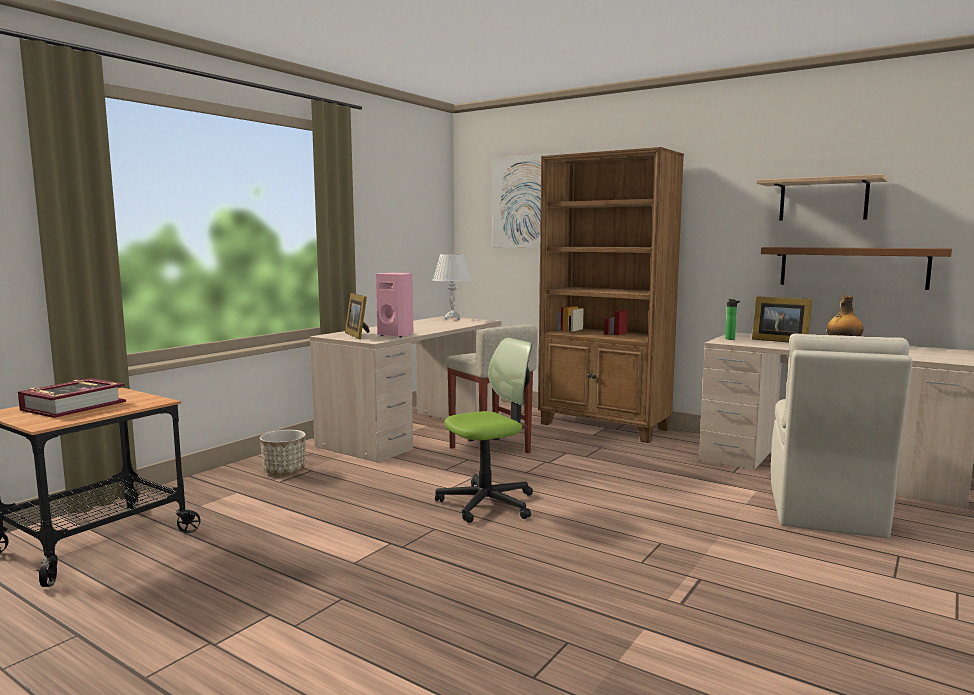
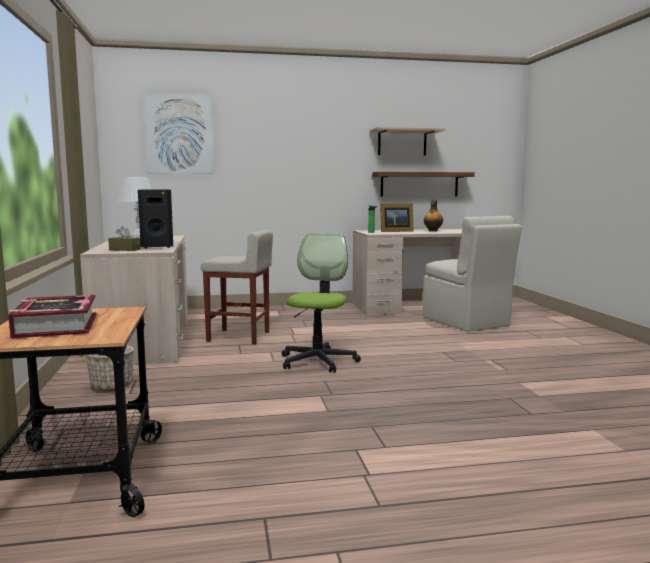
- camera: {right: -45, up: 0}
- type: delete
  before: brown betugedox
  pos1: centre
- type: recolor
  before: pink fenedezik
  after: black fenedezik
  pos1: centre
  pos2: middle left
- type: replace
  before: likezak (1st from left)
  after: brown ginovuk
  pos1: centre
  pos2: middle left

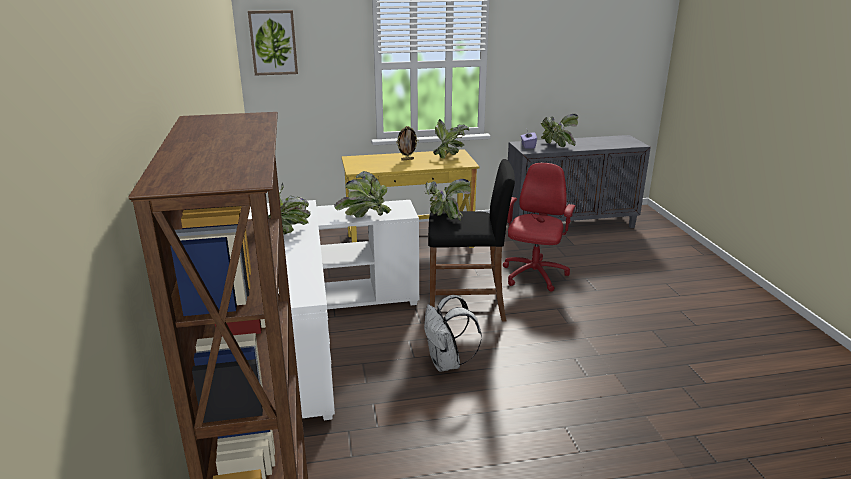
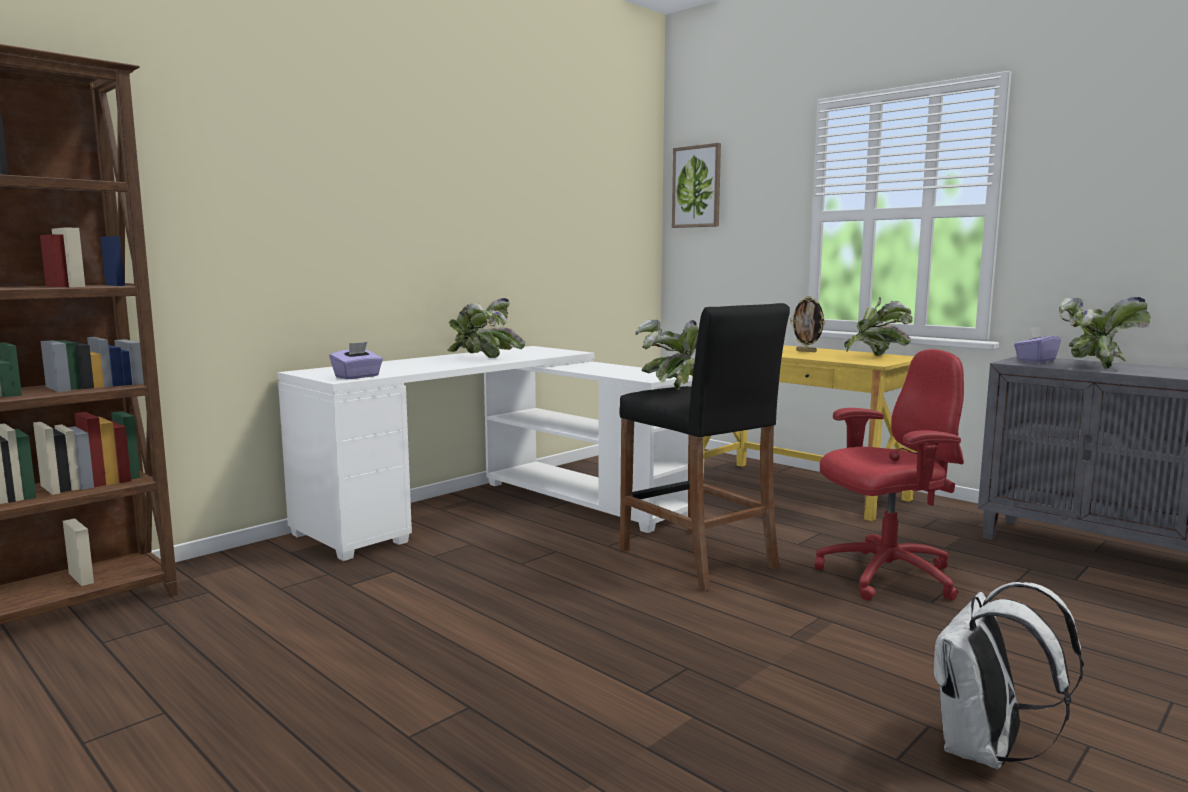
- camera: {right: 55, up: -15}
- type: delete
  before: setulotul (2nd from left)
  pos1: centre
- type: move
  before: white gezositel
  pos1: bottom centre
  pos2: bottom right
- type: insert
  after: purple ginovuk (1st from left)
  pos2: middle left

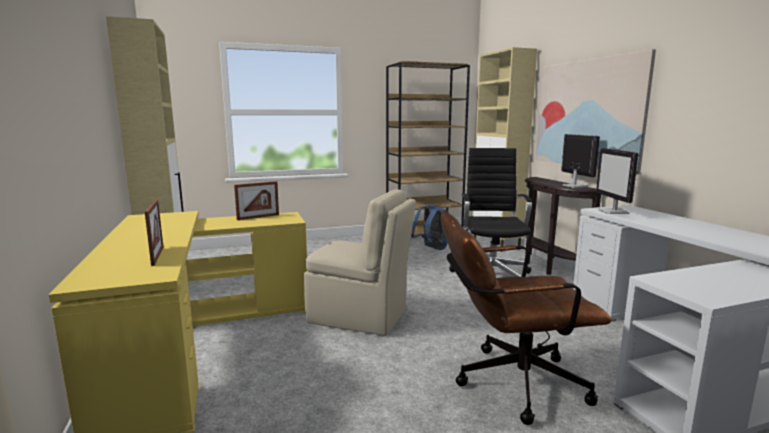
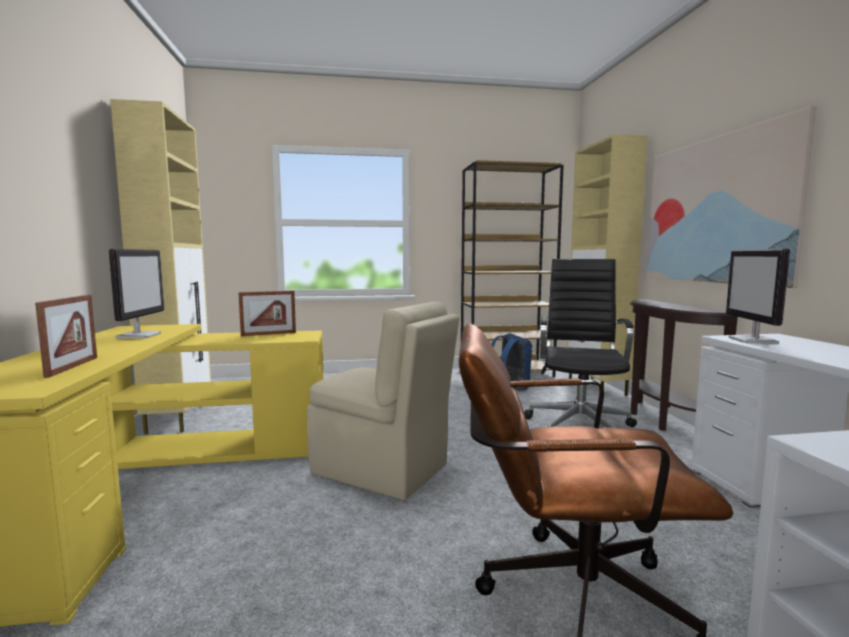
- camera: {right: 10, up: -5}
- type: move
  before: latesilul (1st from left)
  pos1: middle right
  pos2: middle left

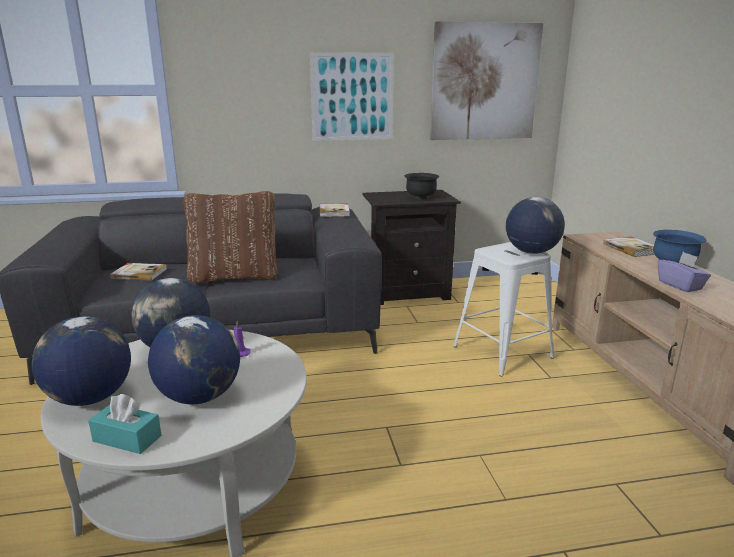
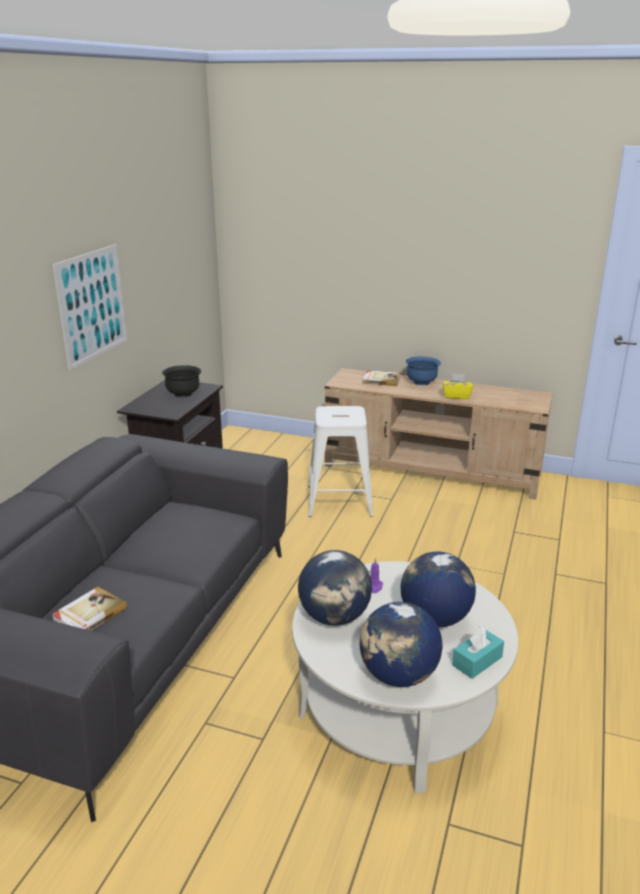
- camera: {right: -60, up: 5}
- type: delete
  before: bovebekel (2nd from left)
  pos1: top centre
- type: delete
  before: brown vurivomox
  pos1: middle left
- type: delete
  before: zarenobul (4th from left)
  pos1: middle right
- type: delete
  before: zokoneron (2nd from left)
  pos1: centre
- type: recolor
  before: purple ginovuk
  after: yellow ginovuk
  pos1: middle right
  pos2: middle right

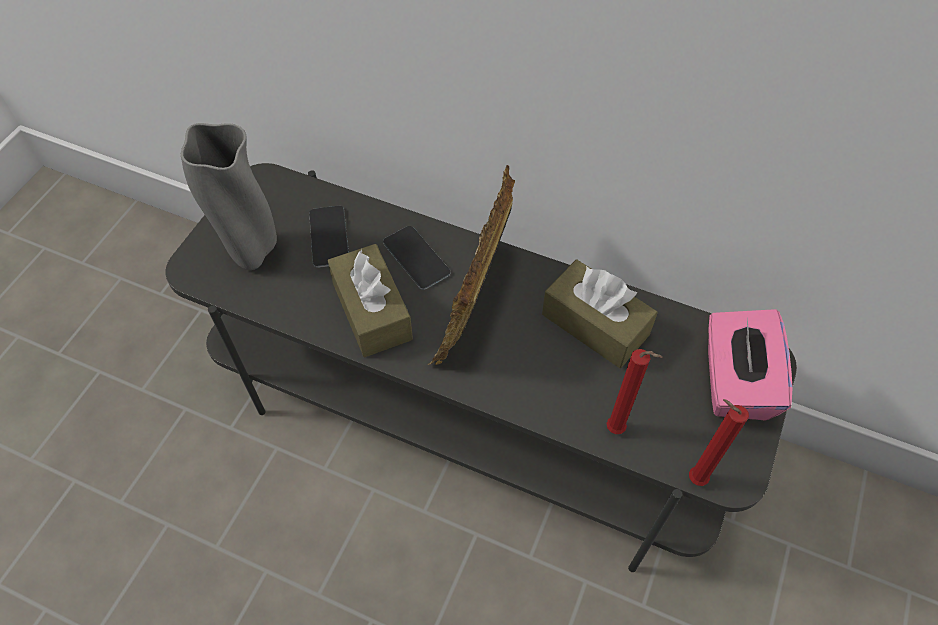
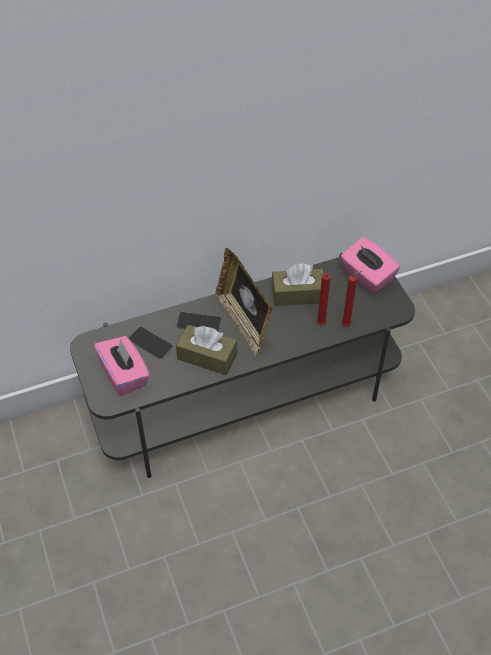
- camera: {right: -45, up: -5}
- type: replace
  before: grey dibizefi
  after: pink ginovuk (1st from left)
  pos1: top left
  pos2: middle left
- type: move
  before: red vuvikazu (2nd from left in the first image)
  after: red vuvikazu (1st from left)
  pos1: bottom right
  pos2: centre

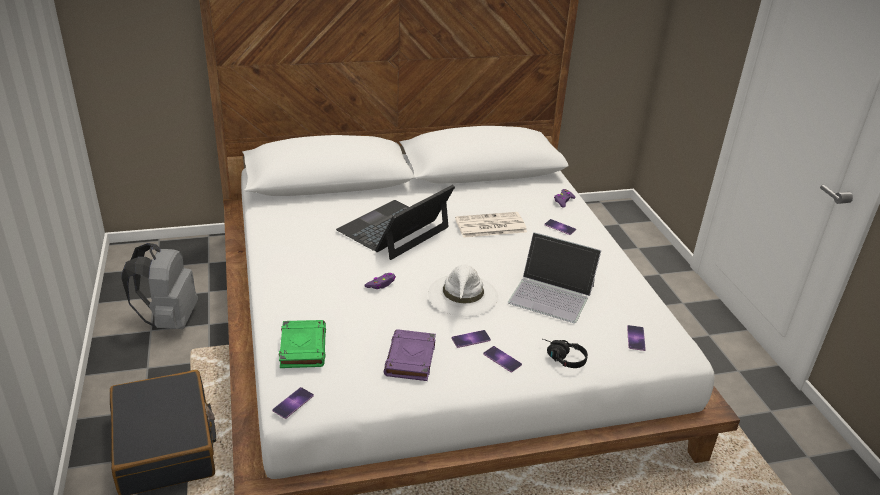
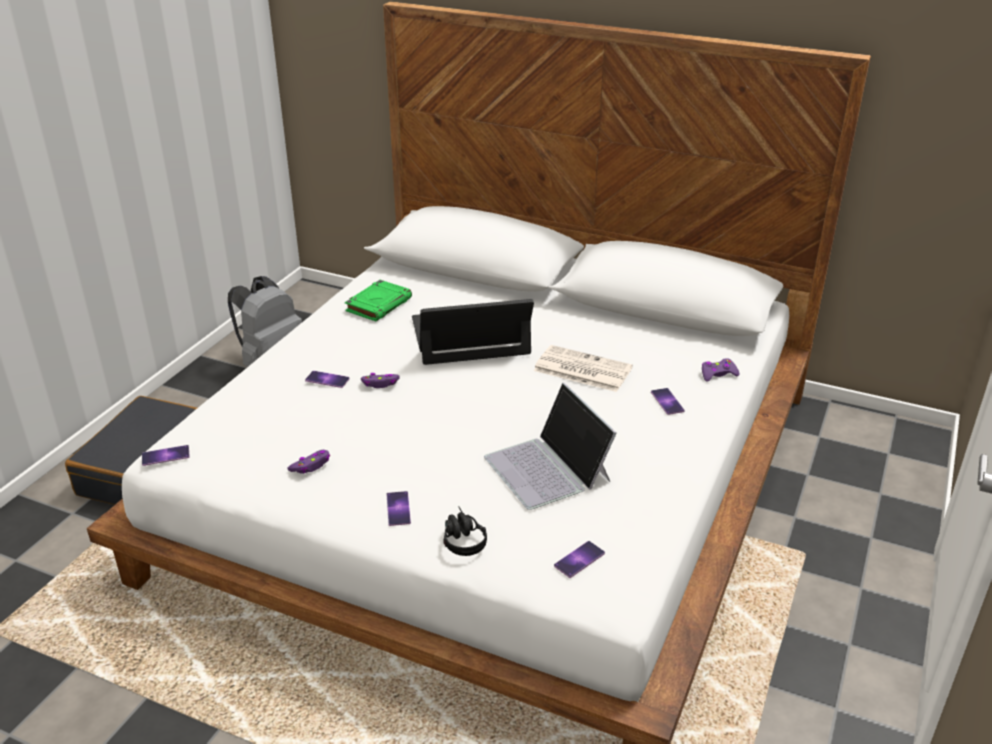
- camera: {right: 40, up: 0}
- type: delete
  before: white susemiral
  pos1: centre
- type: move
  before: green zokoneron
  pos1: bottom centre
  pos2: centre
- type: replace
  before: purple zokoneron
  after: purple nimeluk (1st from left)
  pos1: bottom centre
  pos2: middle left
- type: move
  before: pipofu (2nd from left)
  pos1: bottom centre
  pos2: middle left

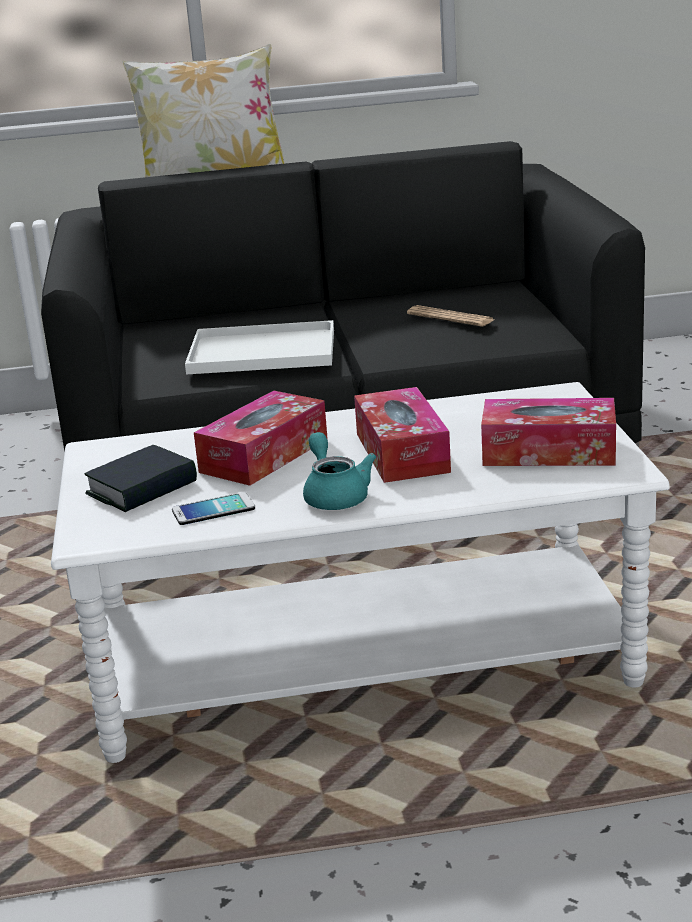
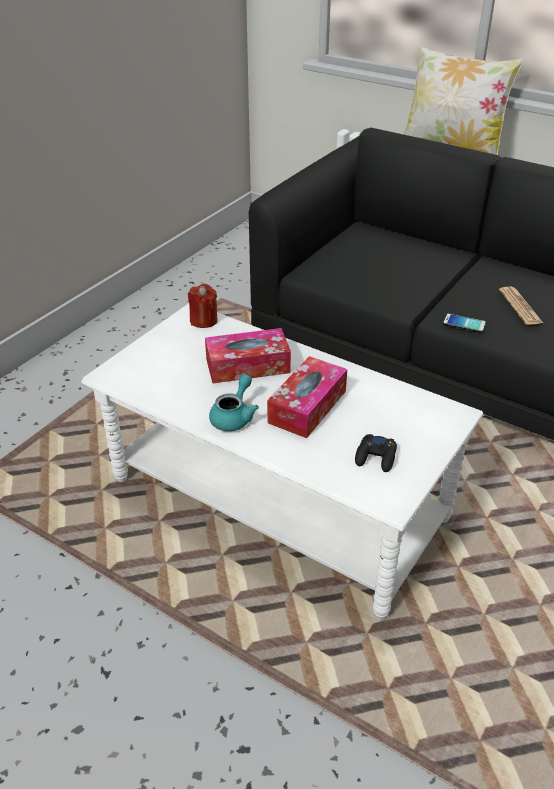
- camera: {right: 40, up: 15}
- type: delete
  before: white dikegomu
  pos1: centre
- type: replace
  before: ginovuk (3rd from left)
  after: black nimeluk
  pos1: middle right
  pos2: middle right
- type: delete
  before: zokoneron
  pos1: middle left
- type: move
  before: pipofu
  pos1: middle left
  pos2: middle right
- type: insert
  after: red vuvikazu
  pos2: centre

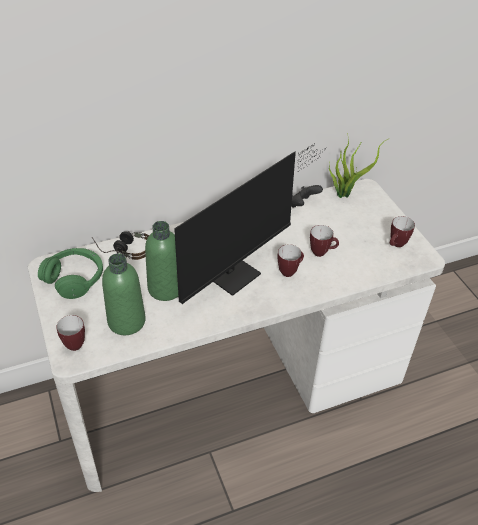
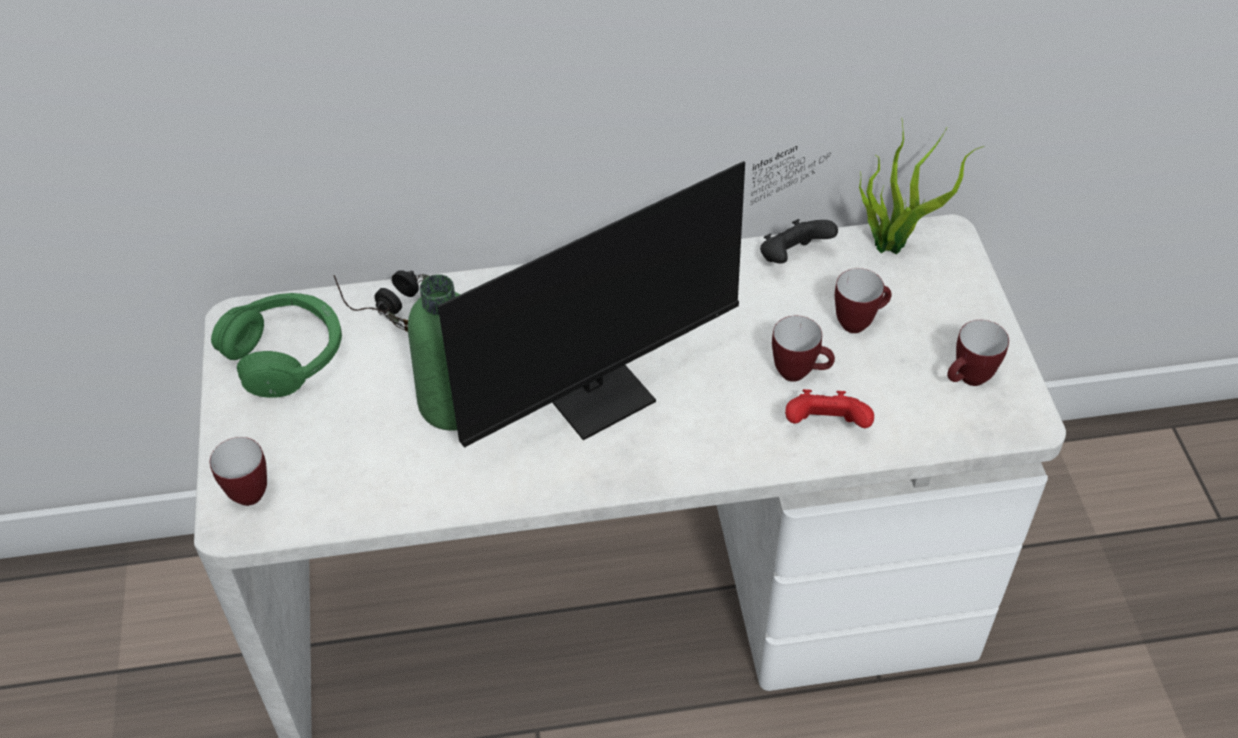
- camera: {right: 15, up: 5}
- type: move
  before: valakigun (2nd from left in the first image)
  after: valakigun (3rd from left)
  pos1: centre
  pos2: middle right
- type: delete
  before: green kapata (1st from left)
  pos1: middle left
- type: insert
  after: red nimeluk
  pos2: middle right

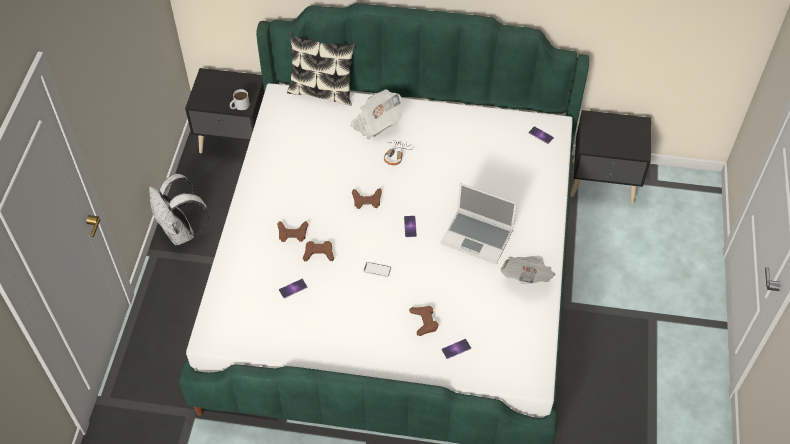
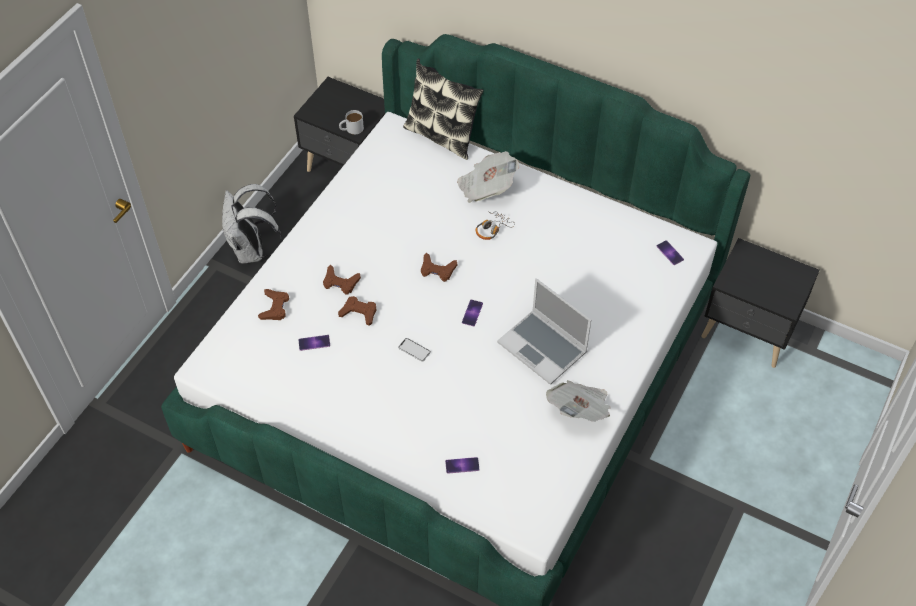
- camera: {right: 20, up: 0}
- type: move
  before: brown nimeluk (4th from left in the first image)
  after: brown nimeluk (1st from left)
  pos1: bottom centre
  pos2: middle left

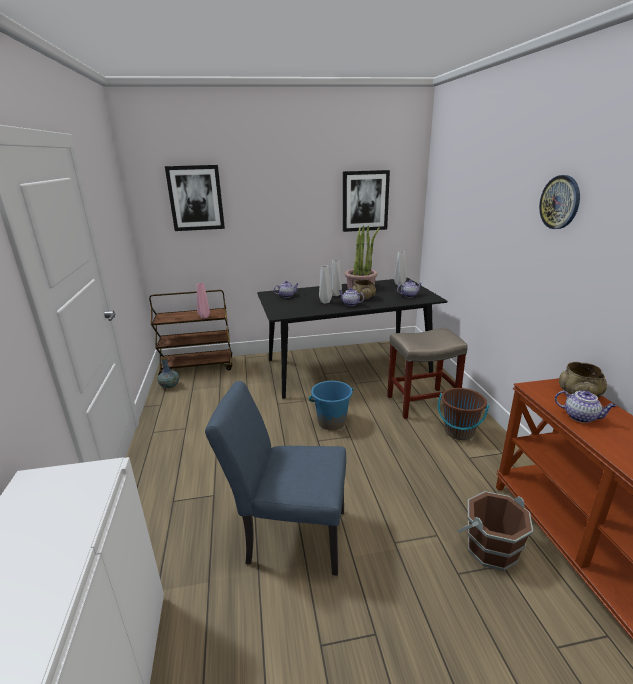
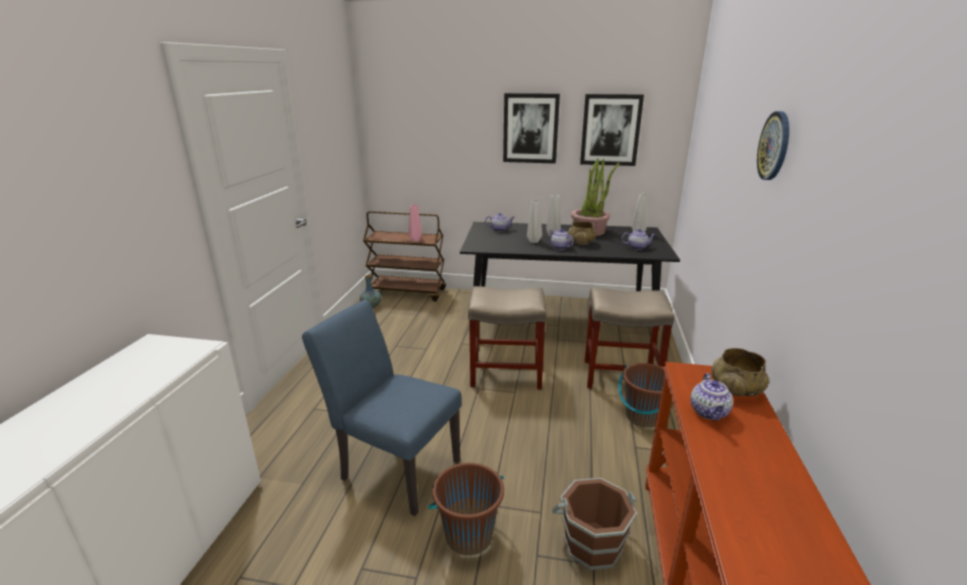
- camera: {right: 20, up: 0}
- type: move
  before: bovebekel (1st from left)
  pos1: top left
  pos2: top centre
- type: replace
  before: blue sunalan
  after: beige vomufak (1st from left)
  pos1: centre
  pos2: centre
- type: rotate
  before: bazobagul (4th from left)
  pos1: middle right
  pos2: bottom right
  turn: 45
- type: insert
  after: brown sunalan (1st from left)
  pos2: bottom centre

